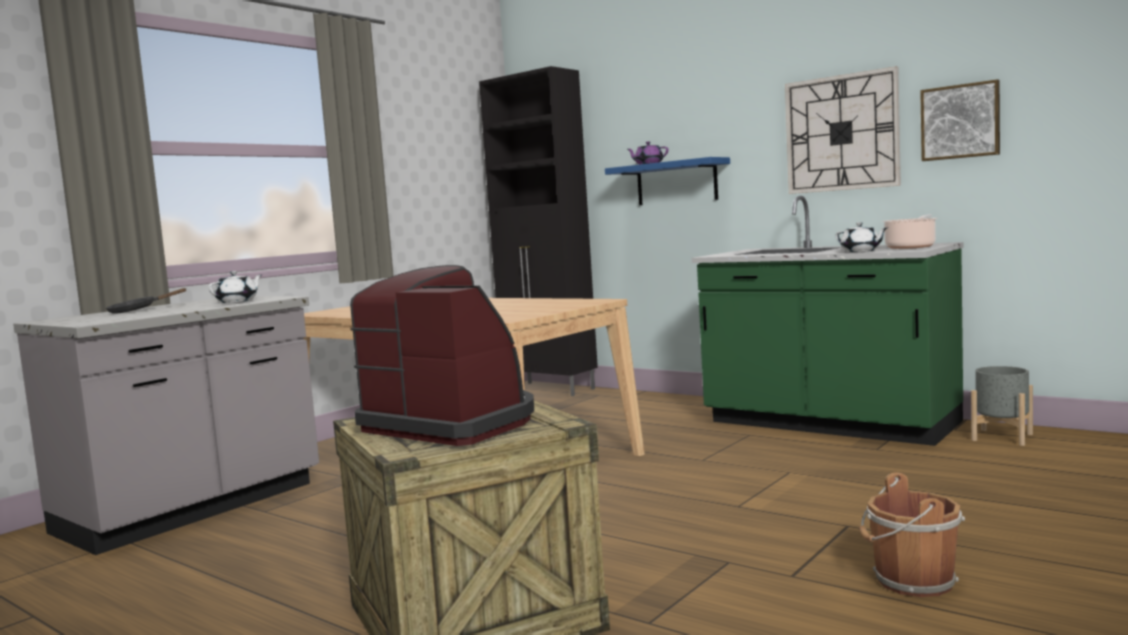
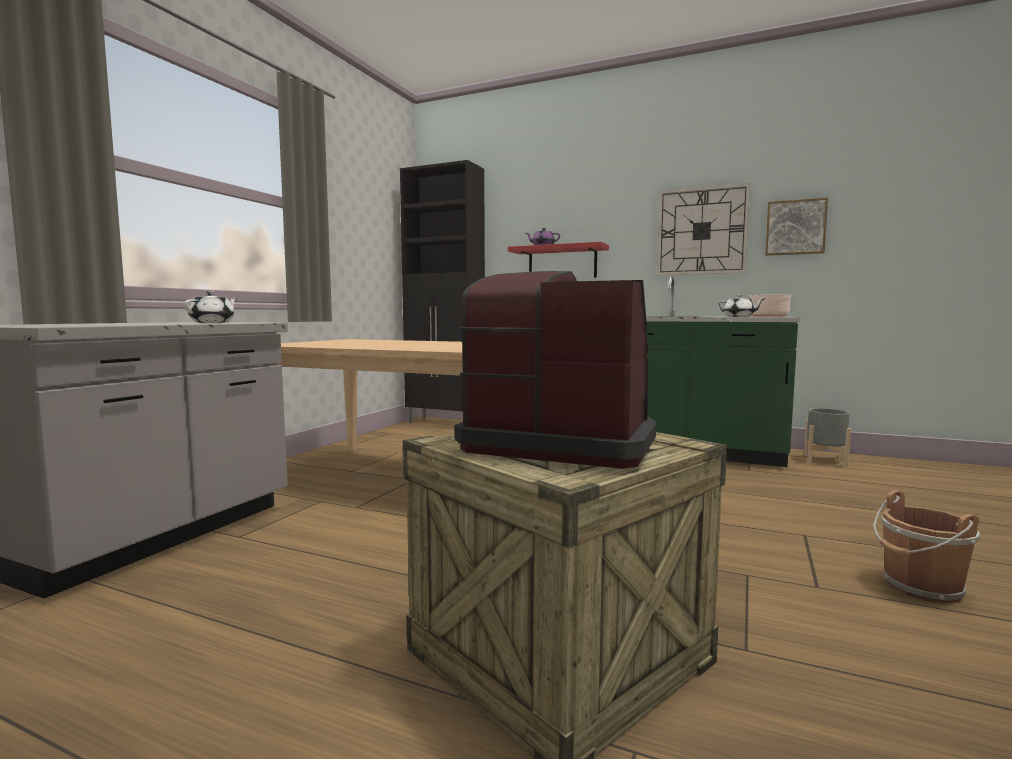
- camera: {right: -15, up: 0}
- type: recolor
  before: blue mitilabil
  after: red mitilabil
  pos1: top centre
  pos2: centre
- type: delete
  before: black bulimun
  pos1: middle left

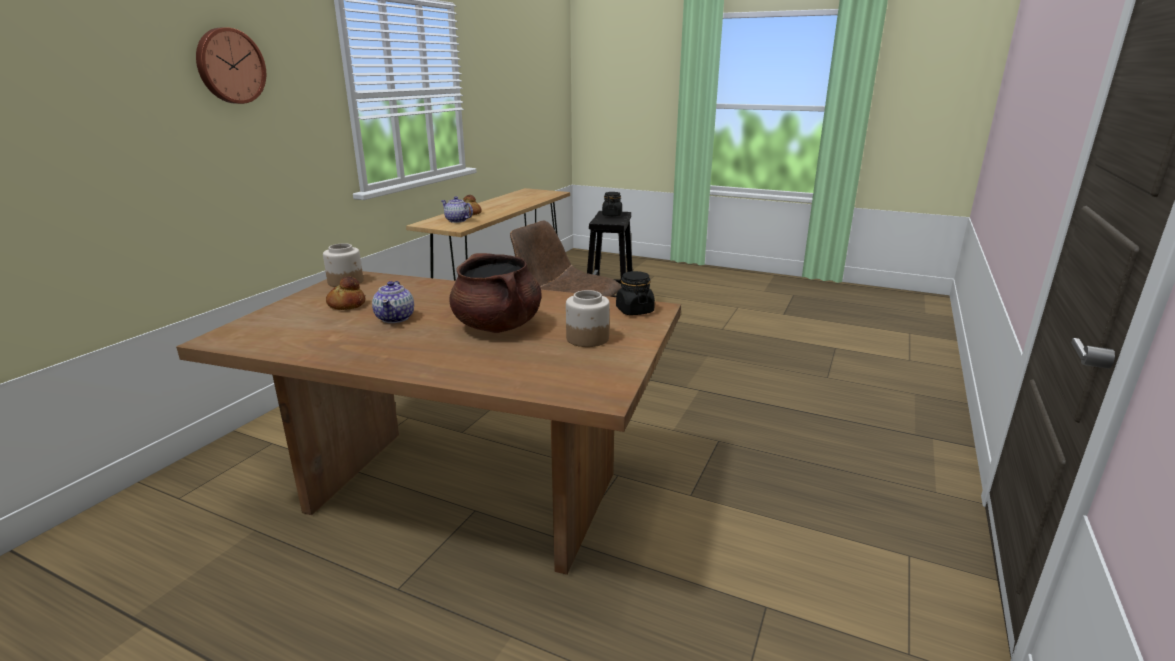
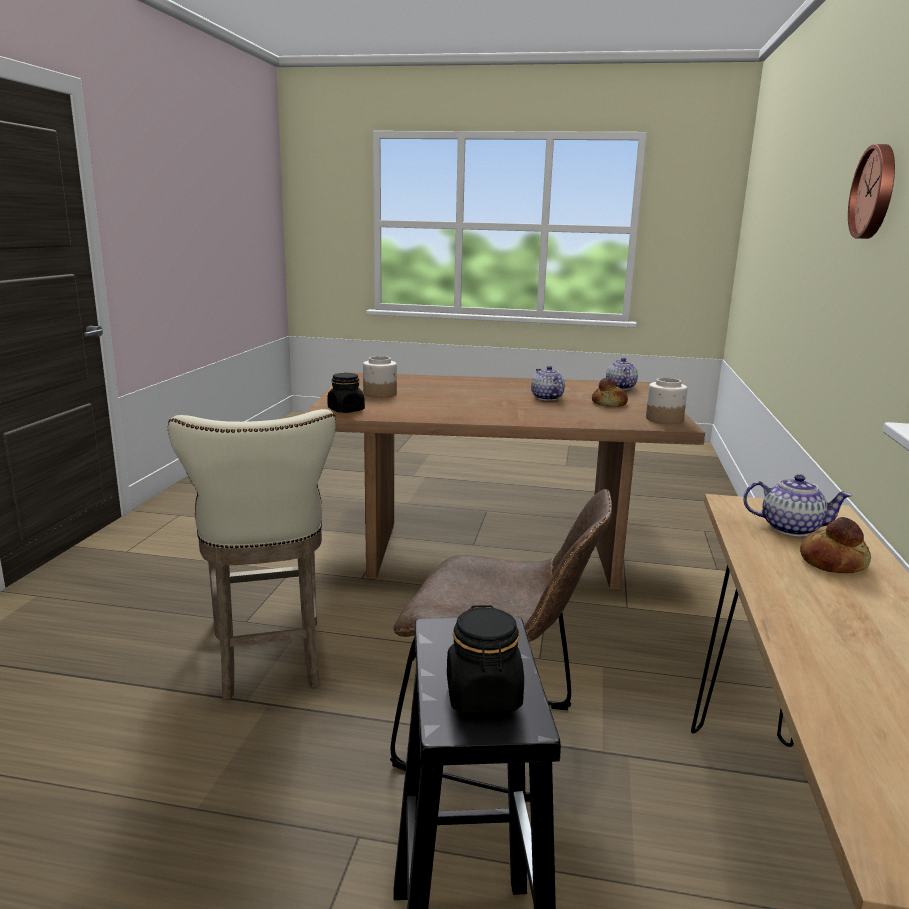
- camera: {right: 165, up: -5}
- type: delete
  before: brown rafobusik
  pos1: centre
- type: insert
  after: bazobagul (2nd from left)
  pos2: middle right
- type: insert
  after: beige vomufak
  pos2: middle left

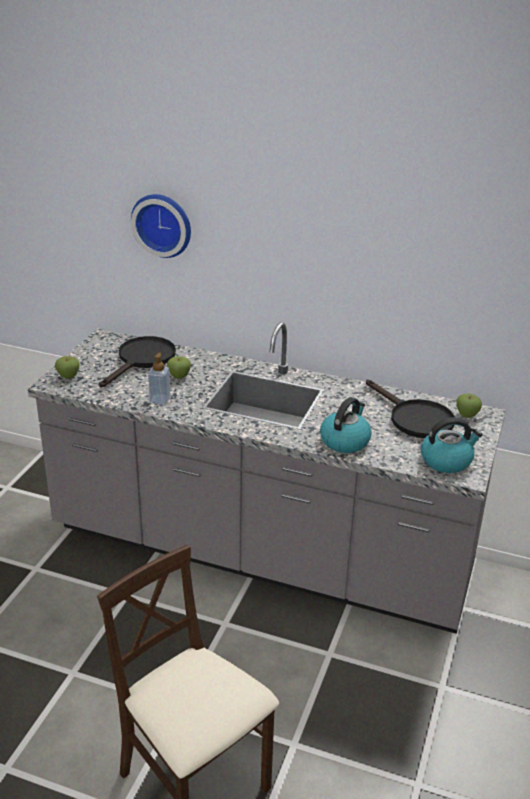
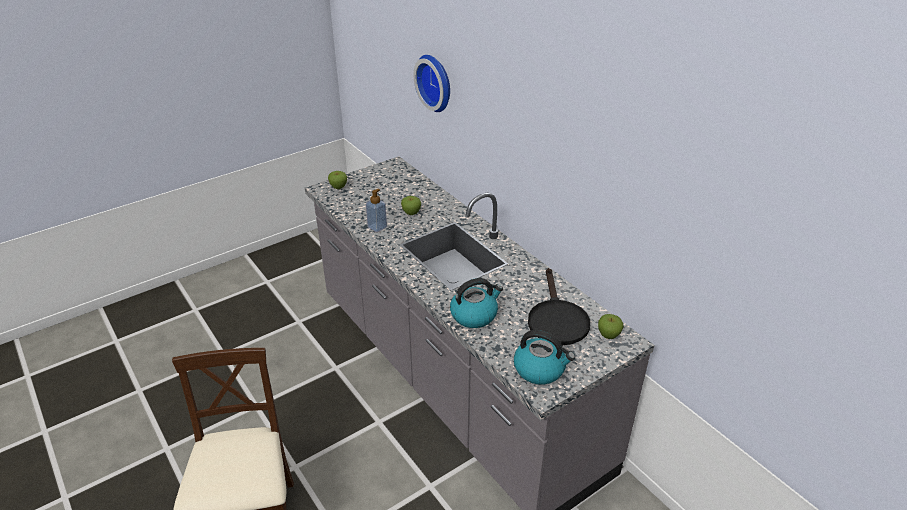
- camera: {right: 35, up: 5}
- type: delete
  before: black bulimun (1st from left)
  pos1: middle left

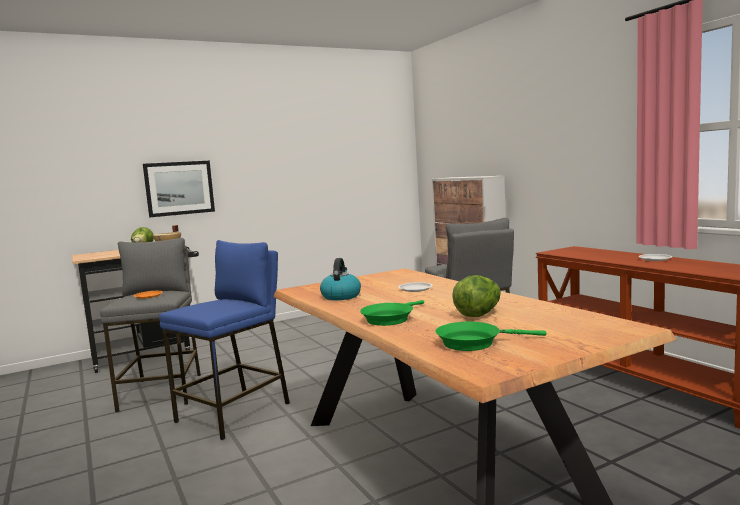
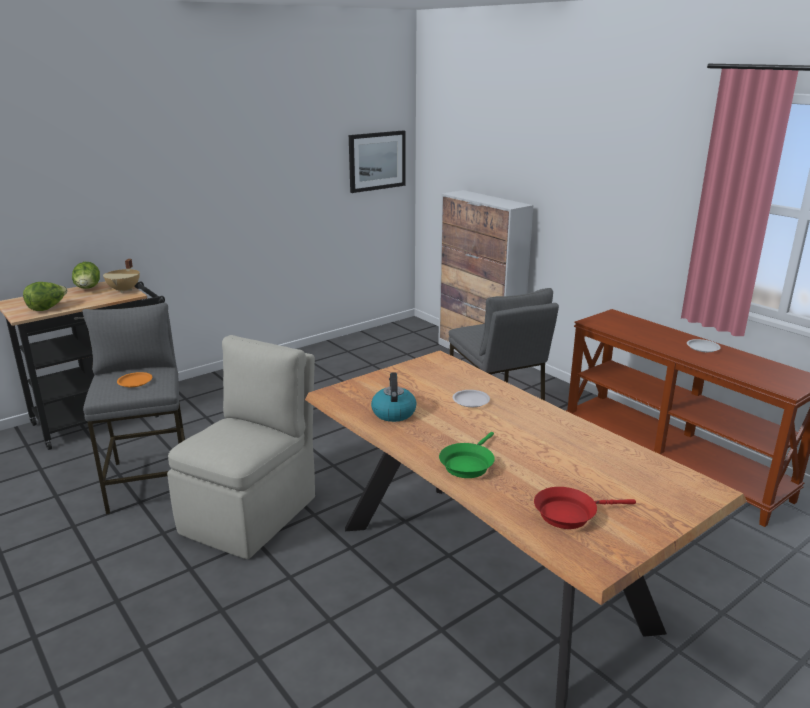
- camera: {right: -10, up: 15}
- type: move
  before: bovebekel
  pos1: middle left
  pos2: top centre
- type: replace
  before: blue vomufak
  after: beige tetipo
  pos1: bottom left
  pos2: middle left
- type: move
  before: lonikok (2nd from left in the first image)
  after: lonikok (1st from left)
  pos1: centre
  pos2: middle left
- type: recolor
  before: green bulimun (2nd from left)
  after: red bulimun
  pos1: centre
  pos2: bottom right

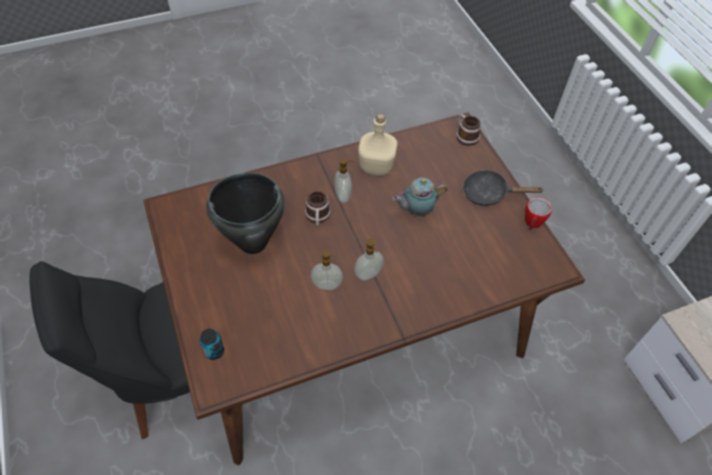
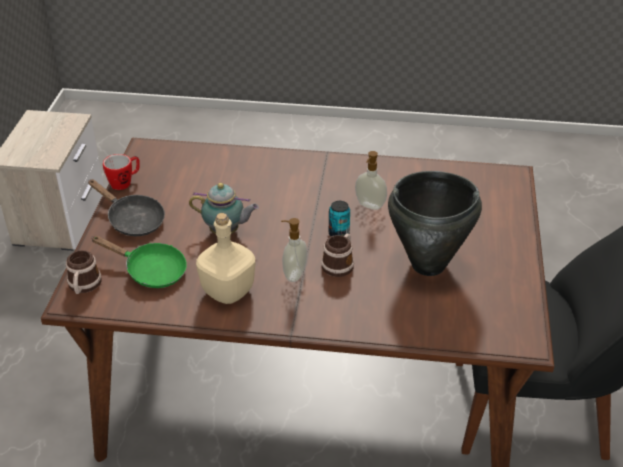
- camera: {right: -150, up: -15}
- type: delete
  before: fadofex (3rd from left)
  pos1: centre
- type: move
  before: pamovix
  pos1: bottom left
  pos2: centre
- type: insert
  after: green bulimun
  pos2: middle left

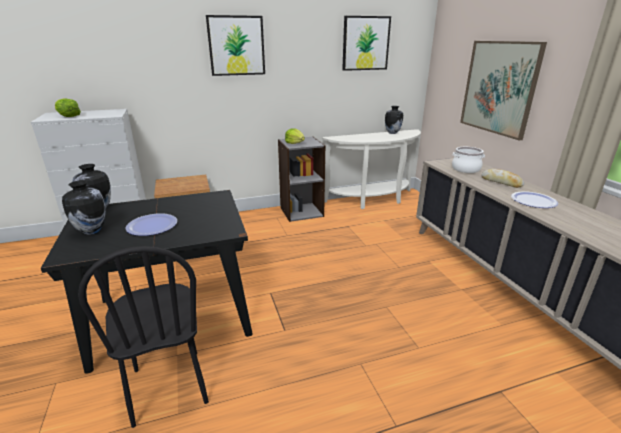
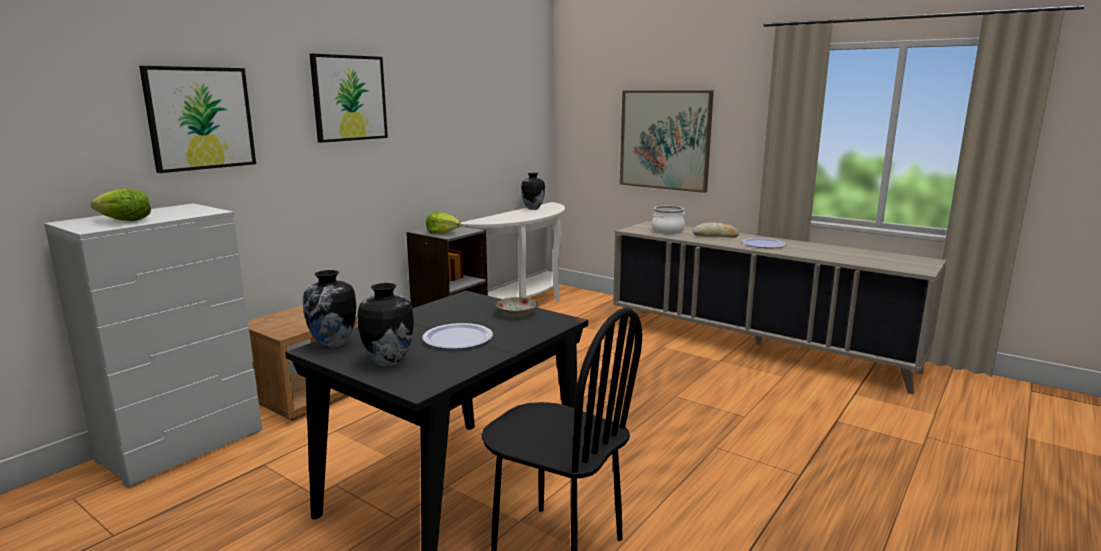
- camera: {right: -35, up: -10}
- type: move
  before: bovebekel (2nd from left in the first image)
  after: bovebekel (1st from left)
  pos1: top centre
  pos2: top left
- type: insert
  after: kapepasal (2nd from left)
  pos2: centre

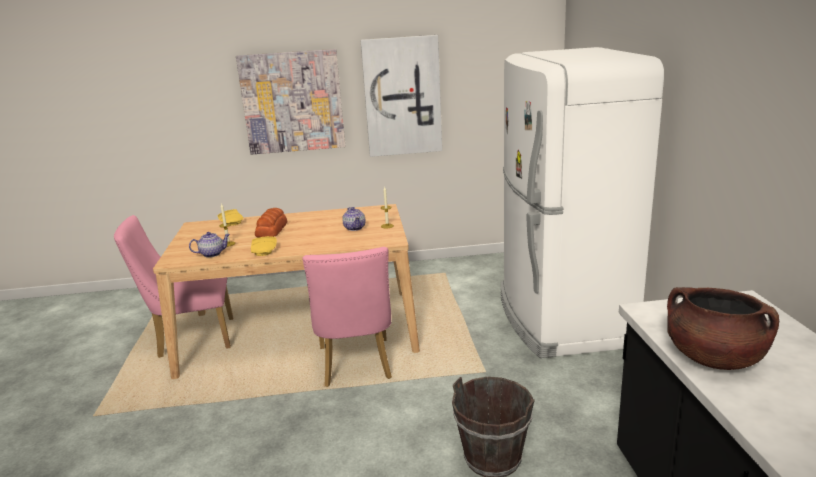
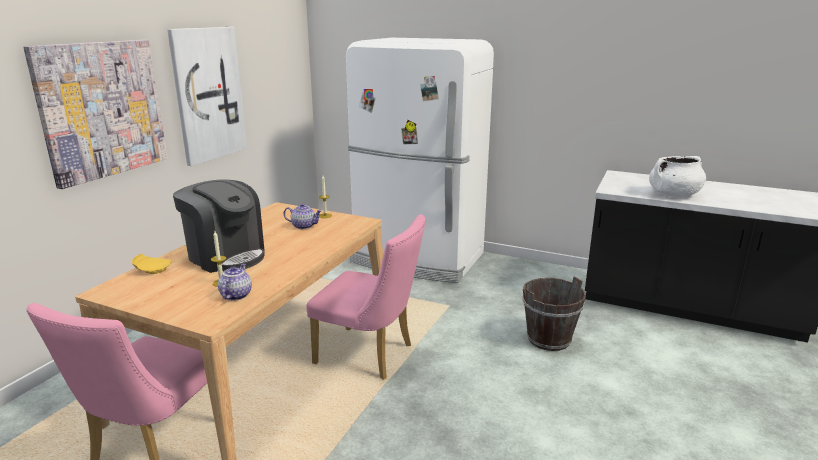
- camera: {right: -60, up: 0}
- type: replace
  before: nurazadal
  after: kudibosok
  pos1: middle left
  pos2: middle left
- type: delete
  before: yellow kapepasal (2nd from left)
  pos1: middle left
- type: recolor
  before: brown rafobusik
  after: white rafobusik
  pos1: bottom right
  pos2: middle right

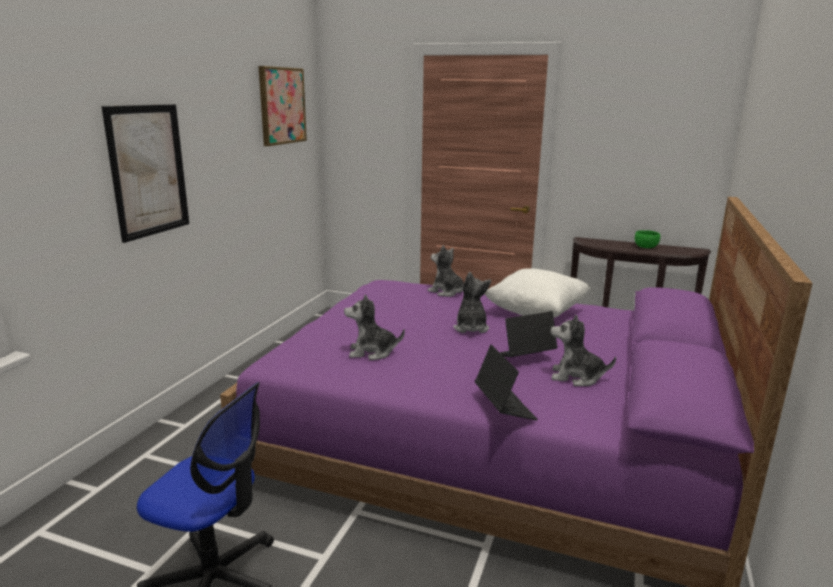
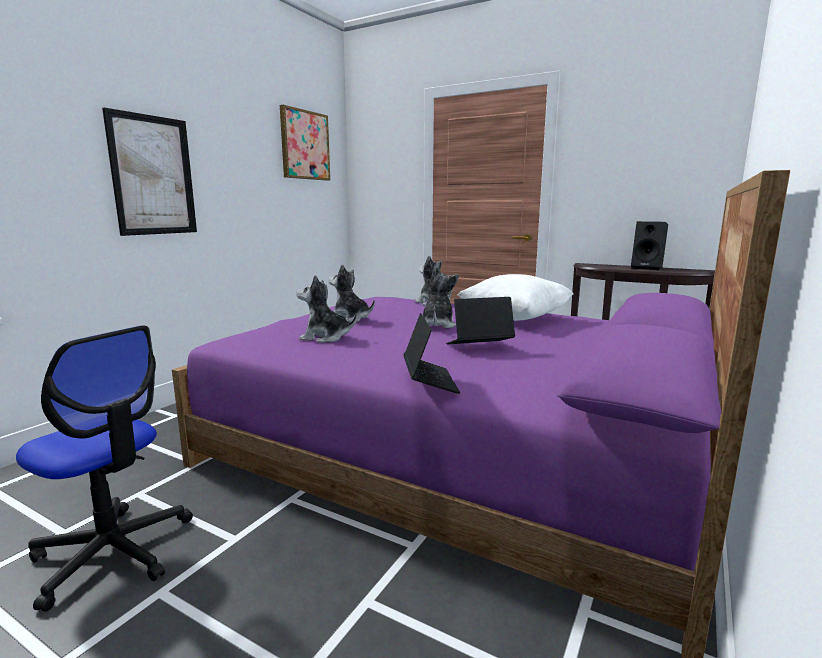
- camera: {right: 10, up: -5}
- type: replace
  before: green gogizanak
  after: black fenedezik
  pos1: middle right
  pos2: middle right
- type: move
  before: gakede (4th from left in the first image)
  after: gakede (2nd from left)
  pos1: middle right
  pos2: centre

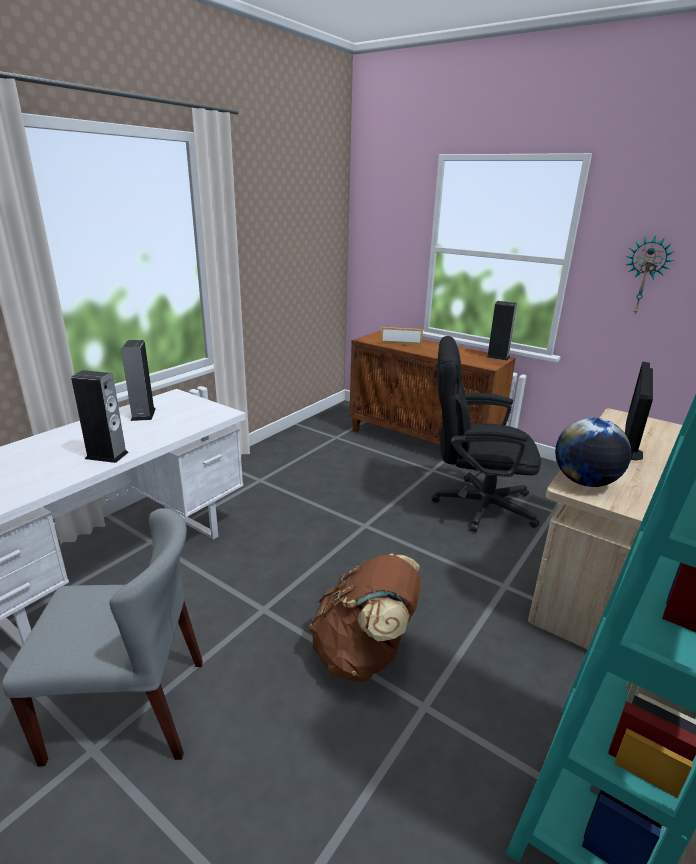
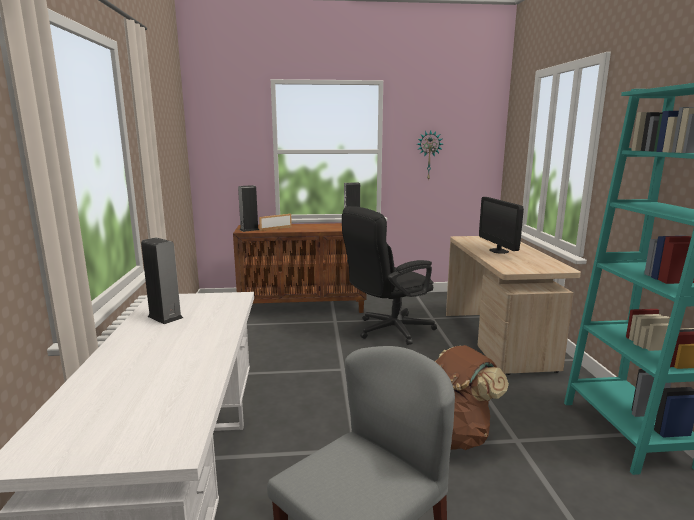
- camera: {right: -40, up: -10}
- type: move
  before: fenedezik (1st from left in the first image)
  after: fenedezik (2nd from left)
  pos1: middle left
  pos2: centre
- type: delete
  before: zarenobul
  pos1: middle right

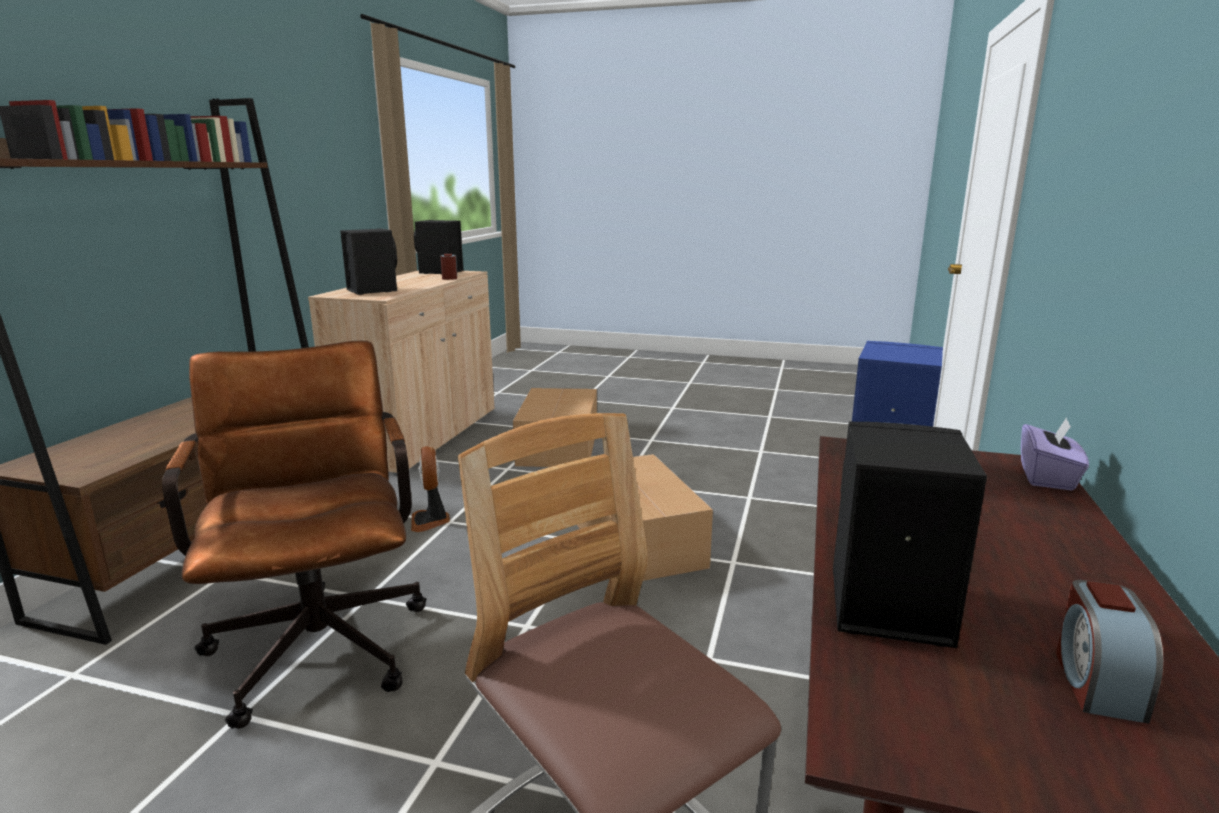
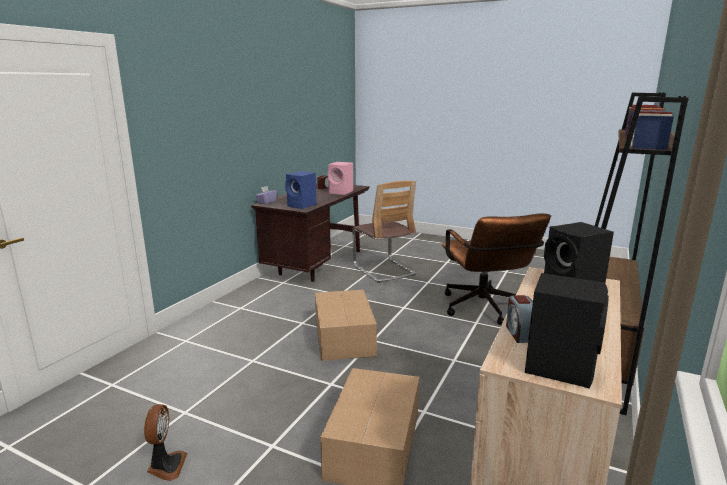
- camera: {right: -170, up: 0}
- type: recolor
  before: black fenedezik (3rd from left)
  after: pink fenedezik
  pos1: middle right
  pos2: centre
- type: move
  before: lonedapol
  pos1: centre
  pos2: bottom left

